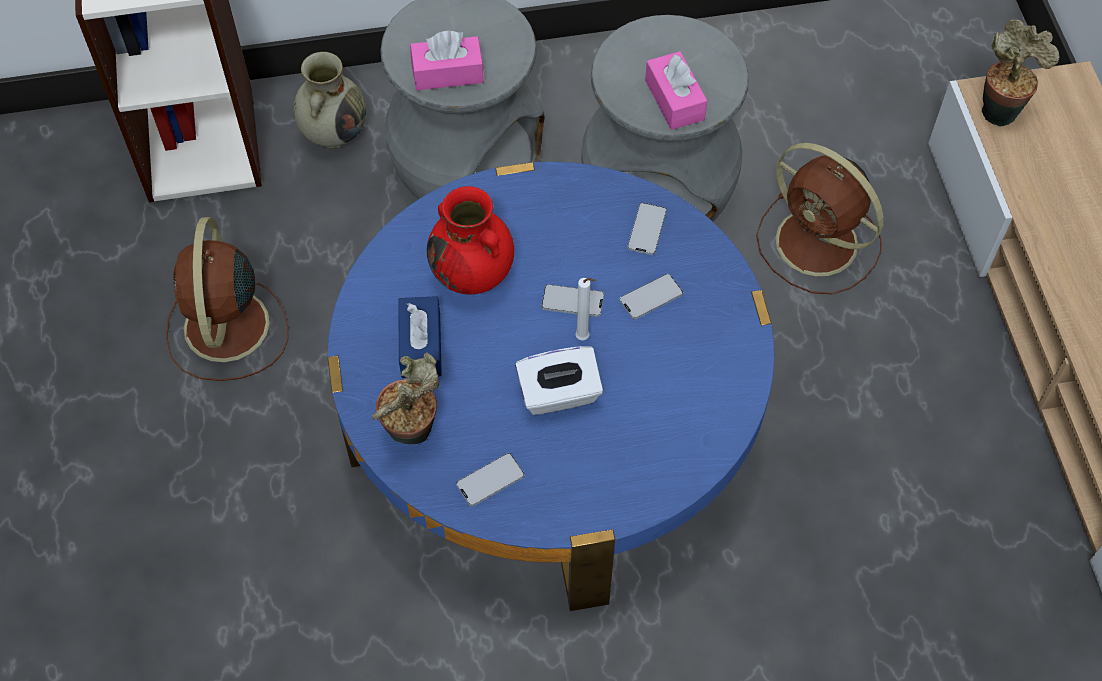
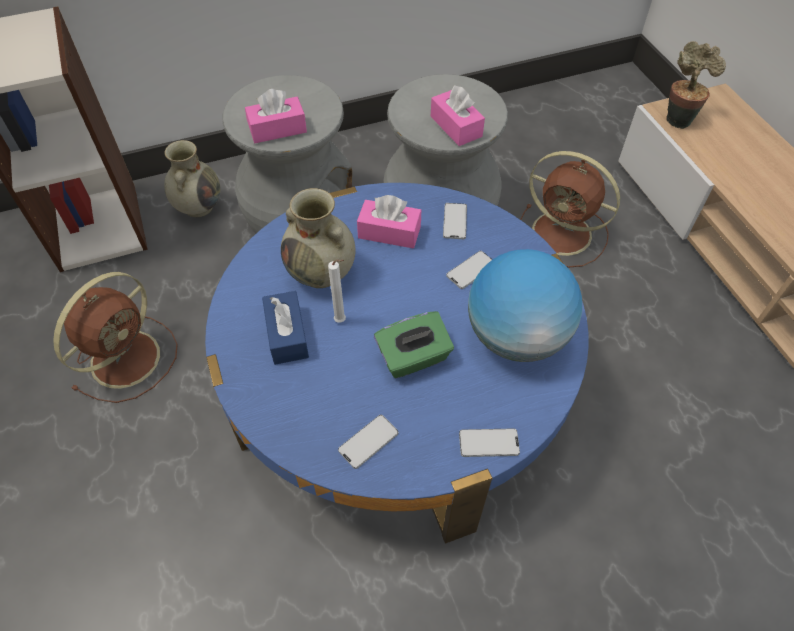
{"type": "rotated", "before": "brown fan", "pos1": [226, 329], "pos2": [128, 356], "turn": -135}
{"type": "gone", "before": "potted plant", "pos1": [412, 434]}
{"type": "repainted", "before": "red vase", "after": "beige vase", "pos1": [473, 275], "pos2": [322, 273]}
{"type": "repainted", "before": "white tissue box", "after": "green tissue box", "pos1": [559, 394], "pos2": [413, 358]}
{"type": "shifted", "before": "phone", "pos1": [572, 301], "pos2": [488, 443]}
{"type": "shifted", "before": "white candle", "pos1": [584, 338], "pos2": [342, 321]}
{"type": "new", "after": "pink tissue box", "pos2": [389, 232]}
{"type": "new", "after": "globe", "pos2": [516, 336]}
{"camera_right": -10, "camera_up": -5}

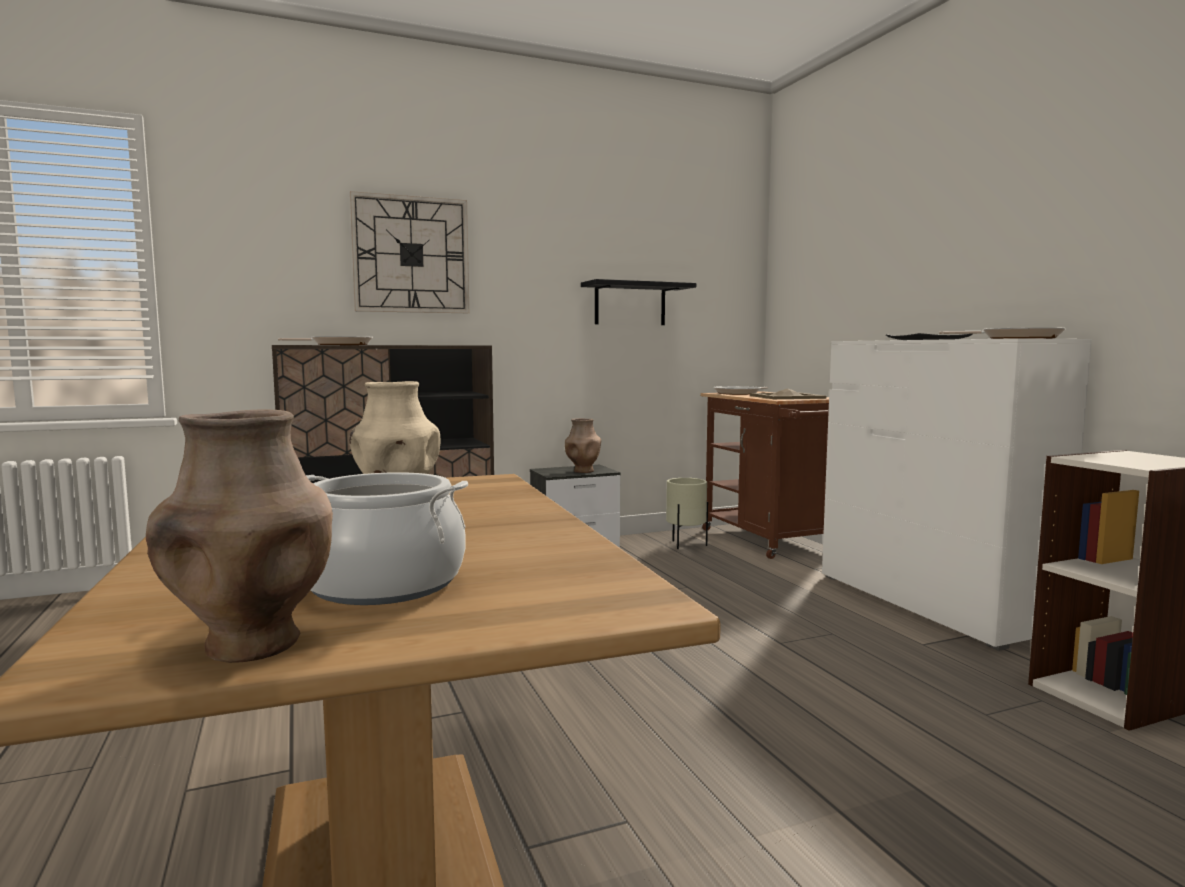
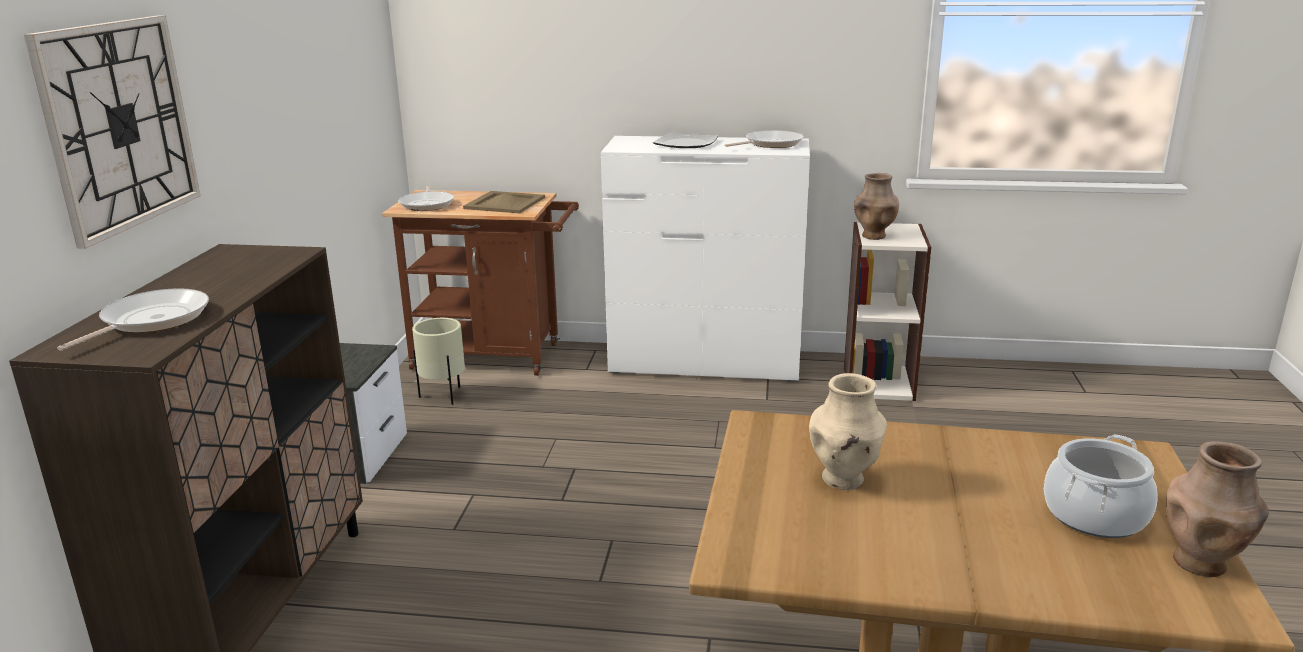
{"type": "shifted", "before": "brown vase", "pos1": [583, 471], "pos2": [873, 236]}
{"type": "gone", "before": "black shelf", "pos1": [630, 304]}
{"camera_right": -60, "camera_up": 15}

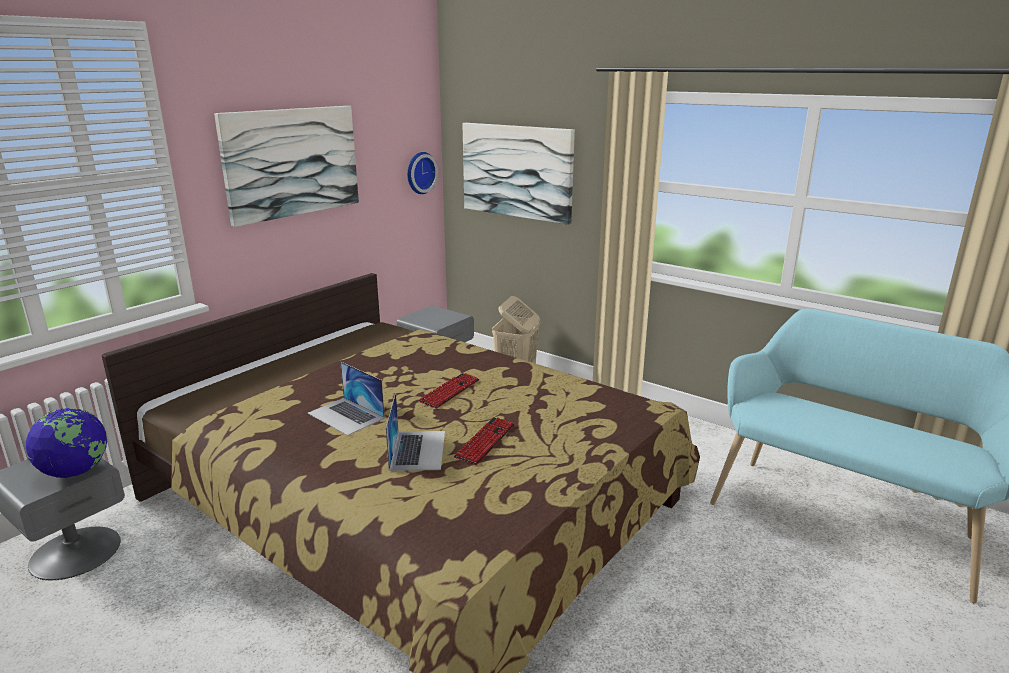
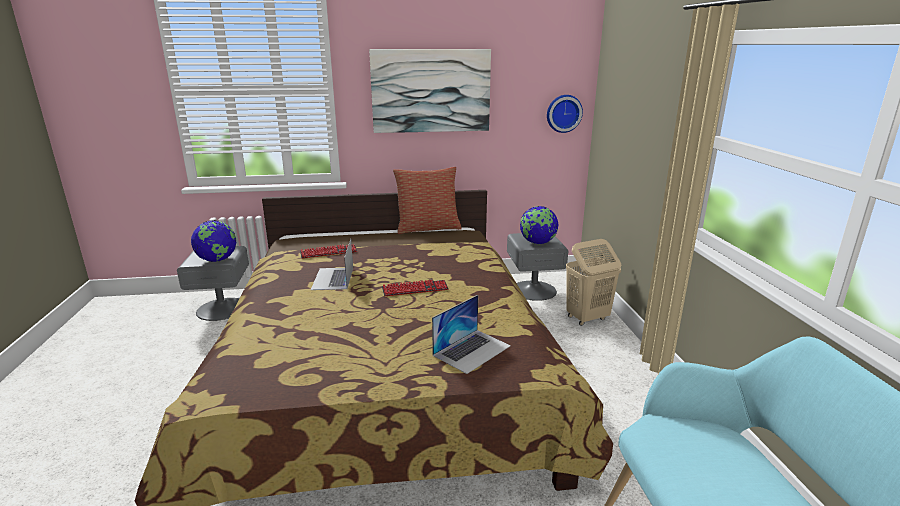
{"type": "shifted", "before": "laptop", "pos1": [417, 450], "pos2": [472, 350]}
{"type": "shifted", "before": "keyboard", "pos1": [485, 441], "pos2": [328, 252]}
{"type": "gone", "before": "picture", "pos1": [517, 171]}
{"type": "new", "after": "pillow", "pos2": [428, 228]}
{"type": "new", "after": "globe", "pos2": [537, 243]}
{"camera_right": 45, "camera_up": 0}

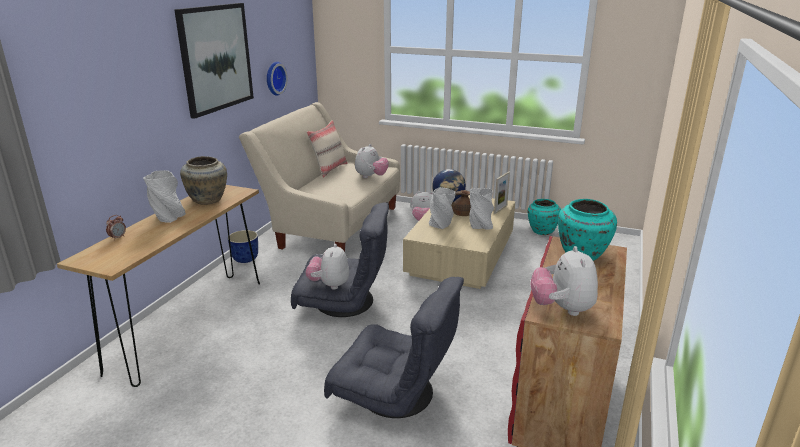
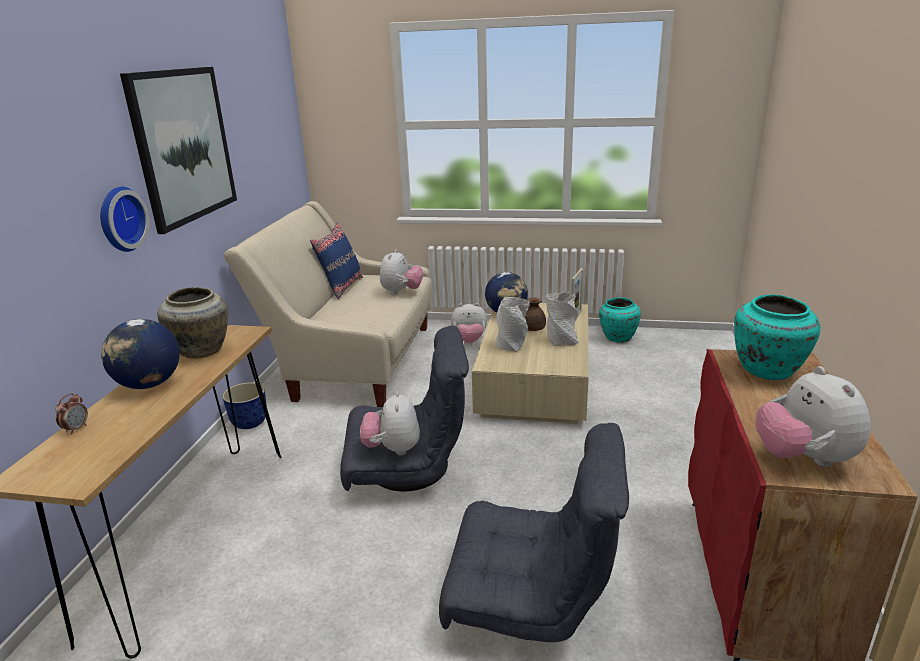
{"type": "swapped", "before": "grey vase", "after": "globe", "pos1": [168, 217], "pos2": [149, 384]}
{"type": "shifted", "before": "wall clock", "pos1": [274, 78], "pos2": [119, 219]}
{"type": "repainted", "before": "beige pillow", "after": "blue pillow", "pos1": [329, 169], "pos2": [341, 287]}
{"camera_right": -10, "camera_up": 0}

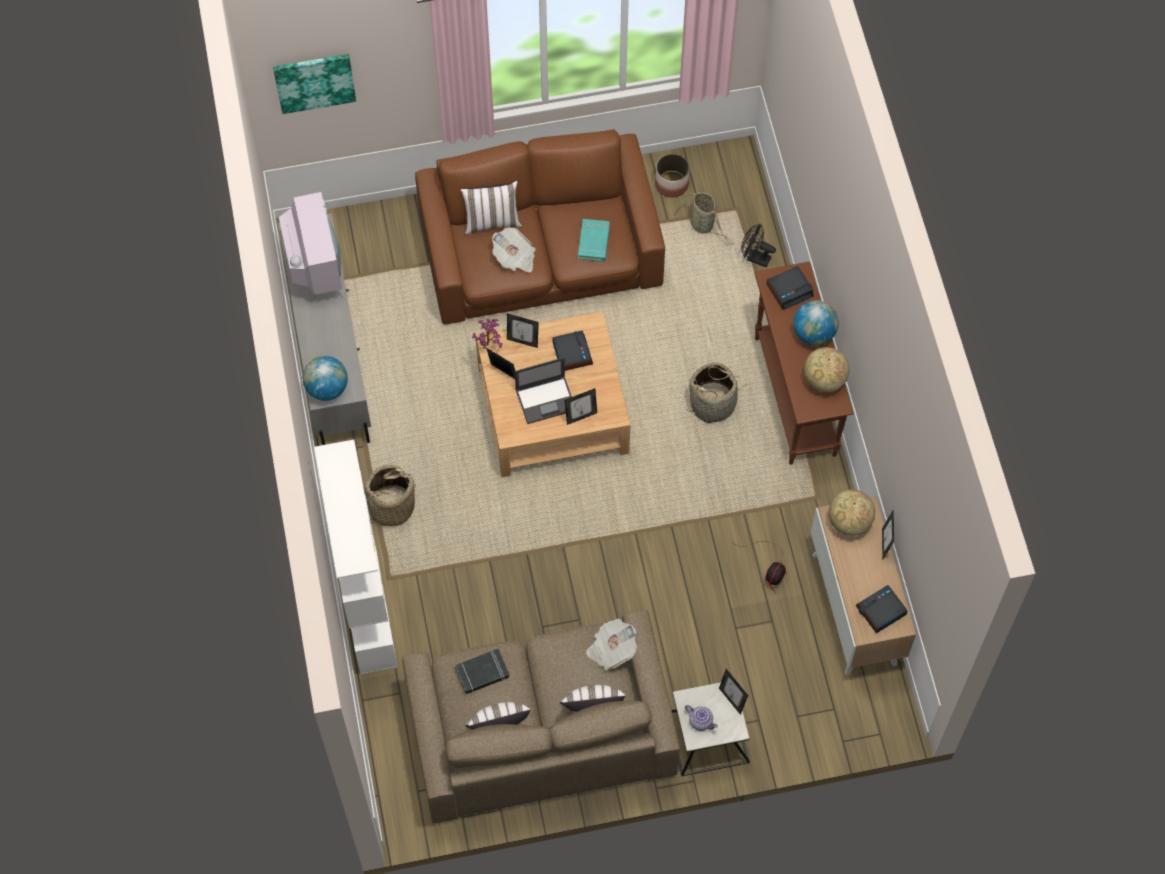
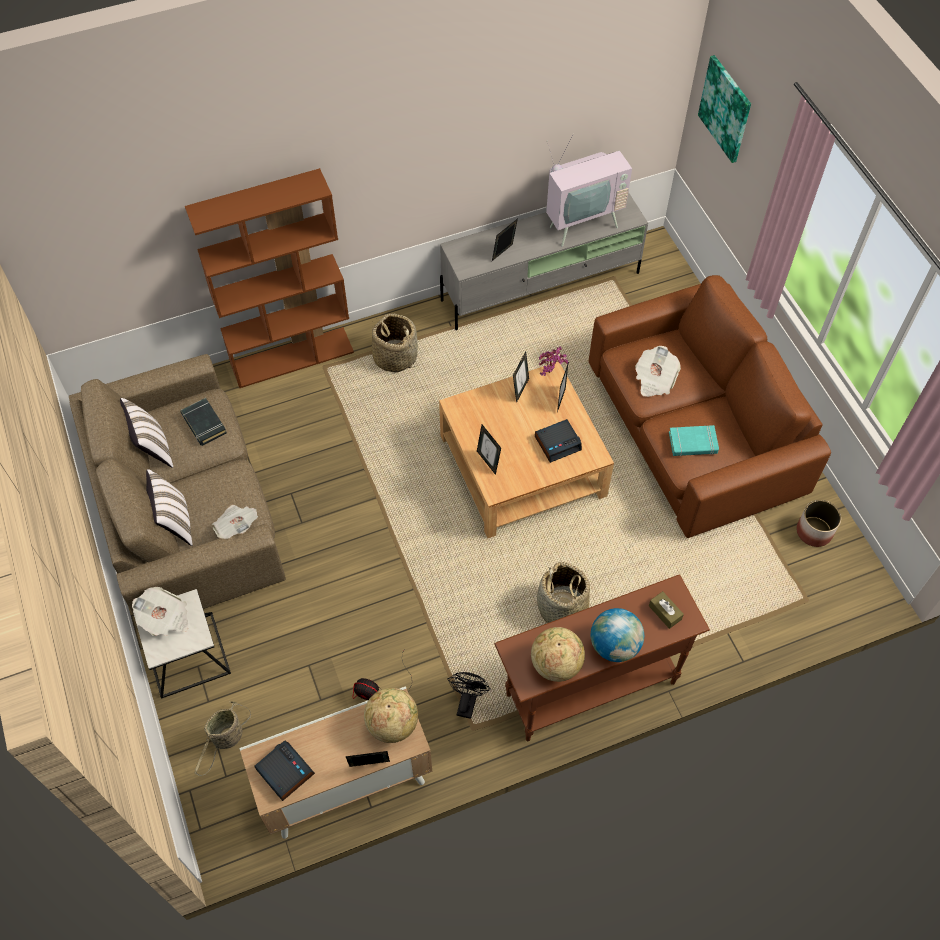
{"type": "gone", "before": "globe", "pos1": [327, 388]}
{"type": "repainted", "before": "white bookcase", "after": "brown bookcase", "pos1": [367, 609], "pos2": [292, 357]}
{"type": "gone", "before": "white pillow", "pos1": [492, 221]}
{"type": "gone", "before": "laptop", "pos1": [546, 399]}
{"type": "shifted", "before": "basket", "pos1": [703, 225], "pos2": [227, 739]}
{"type": "swapped", "before": "teapot", "after": "newspaper", "pos1": [700, 721], "pos2": [165, 619]}
{"type": "shifted", "before": "picture frame", "pos1": [731, 699], "pos2": [504, 254]}
{"type": "shifted", "before": "black fan", "pos1": [754, 258], "pos2": [467, 701]}
{"type": "swapped", "before": "alarm clock", "after": "brown tissue box", "pos1": [789, 290], "pos2": [665, 612]}
{"camera_right": 80, "camera_up": -5}

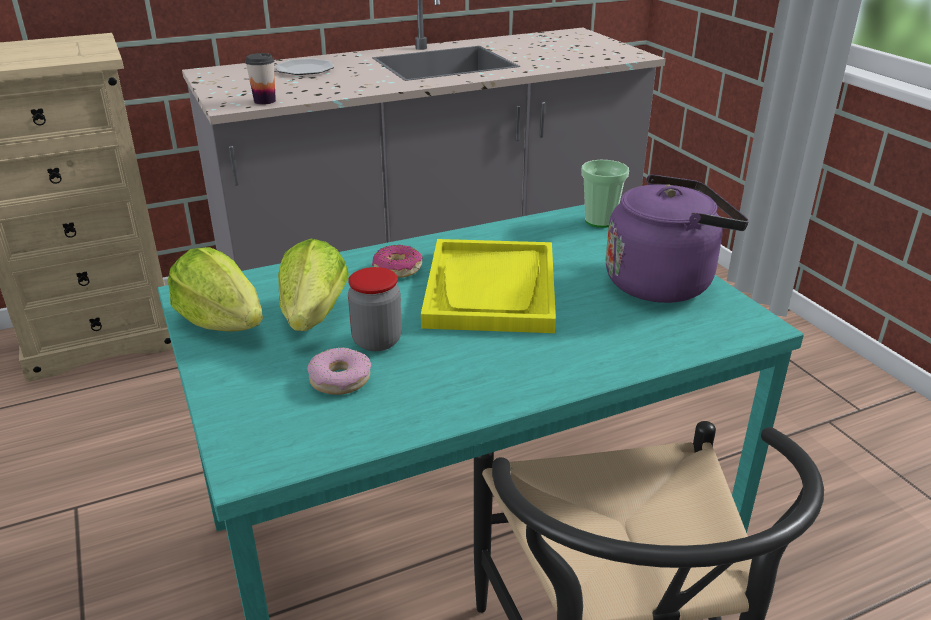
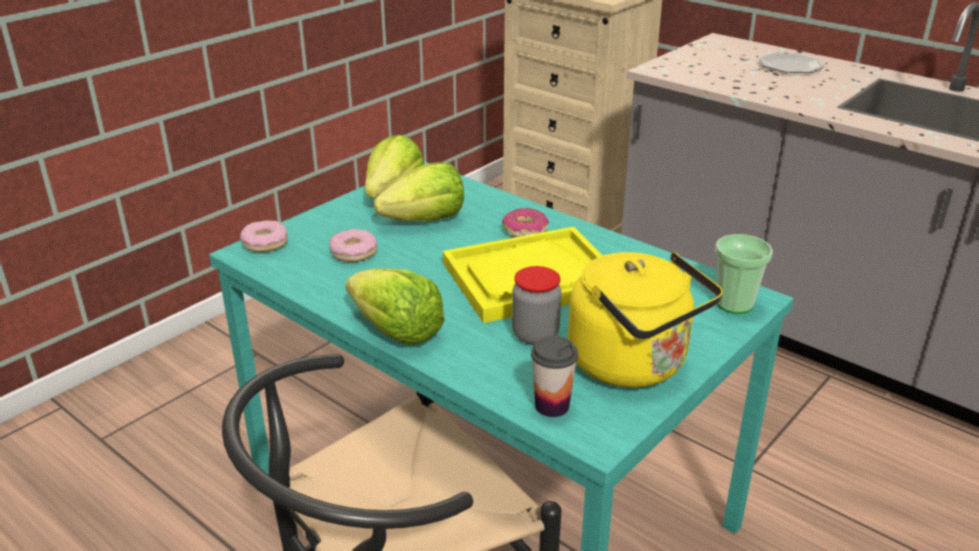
{"type": "shifted", "before": "cup", "pos1": [264, 101], "pos2": [552, 406]}
{"type": "shifted", "before": "jar", "pos1": [377, 341], "pos2": [535, 335]}
{"type": "repainted", "before": "purple kettle", "after": "yellow kettle", "pos1": [664, 282], "pos2": [634, 365]}
{"type": "new", "after": "donut", "pos2": [265, 243]}
{"type": "new", "after": "lettuce", "pos2": [396, 331]}
{"camera_right": 65, "camera_up": 0}

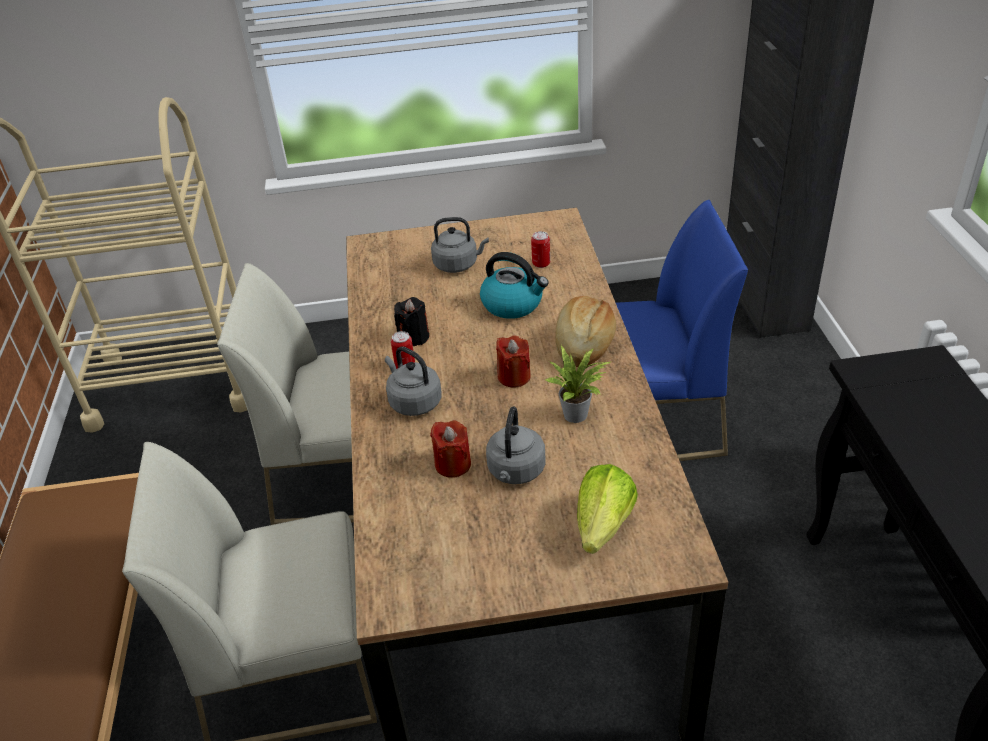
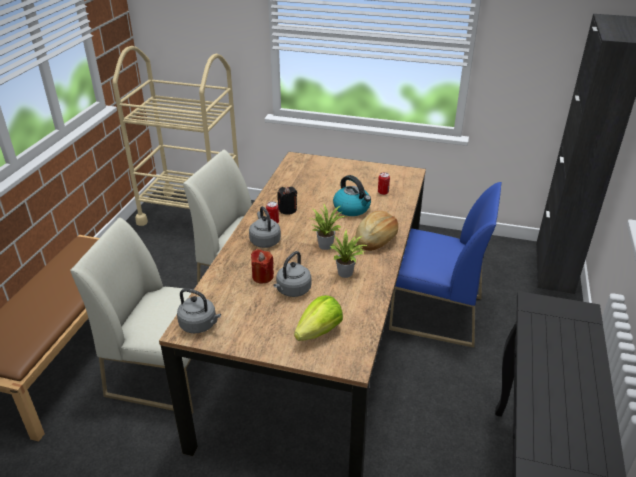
{"type": "shifted", "before": "grey kettle", "pos1": [458, 264], "pos2": [200, 325]}
{"type": "swapped", "before": "red candle", "after": "potted plant", "pos1": [514, 377], "pos2": [326, 244]}
{"camera_right": 20, "camera_up": -5}

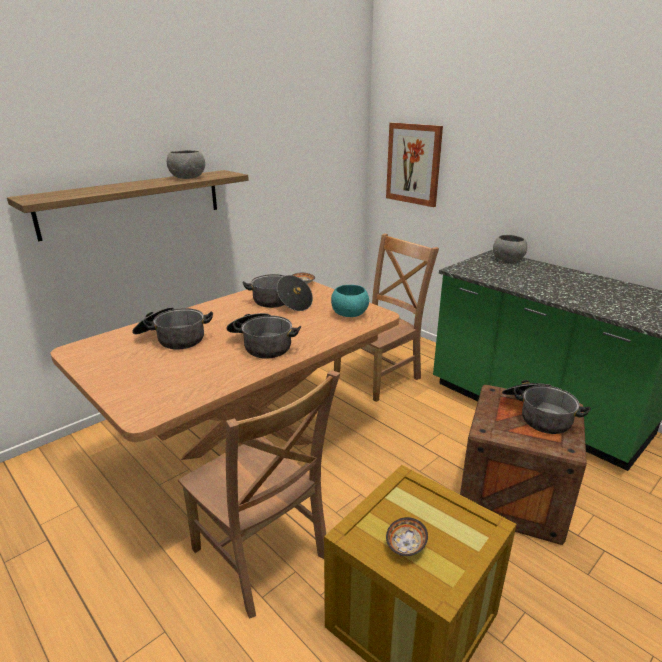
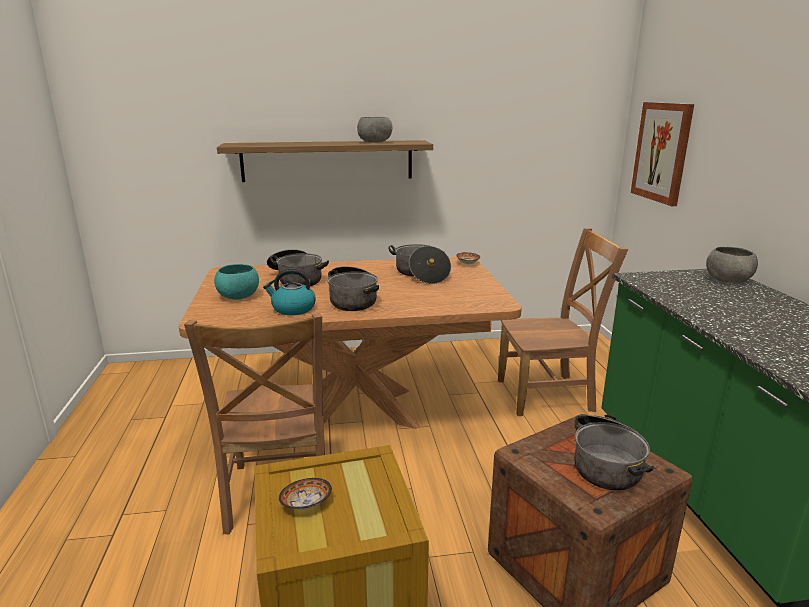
{"type": "shifted", "before": "turquoise bowl", "pos1": [349, 314], "pos2": [238, 296]}
{"type": "new", "after": "kettle", "pos2": [293, 309]}
{"camera_right": 35, "camera_up": -5}

